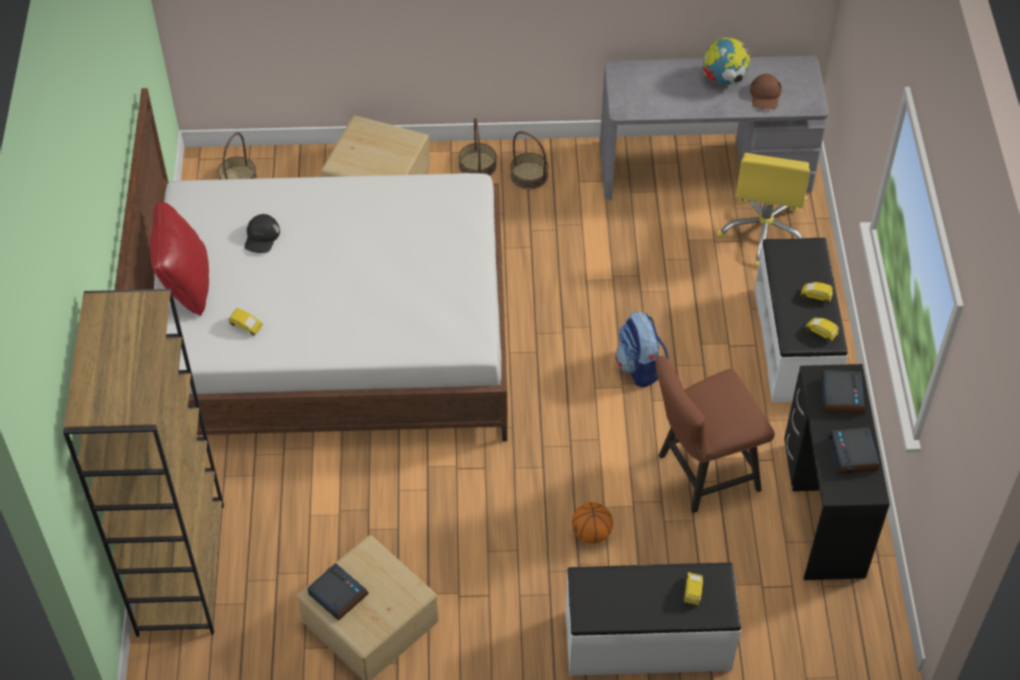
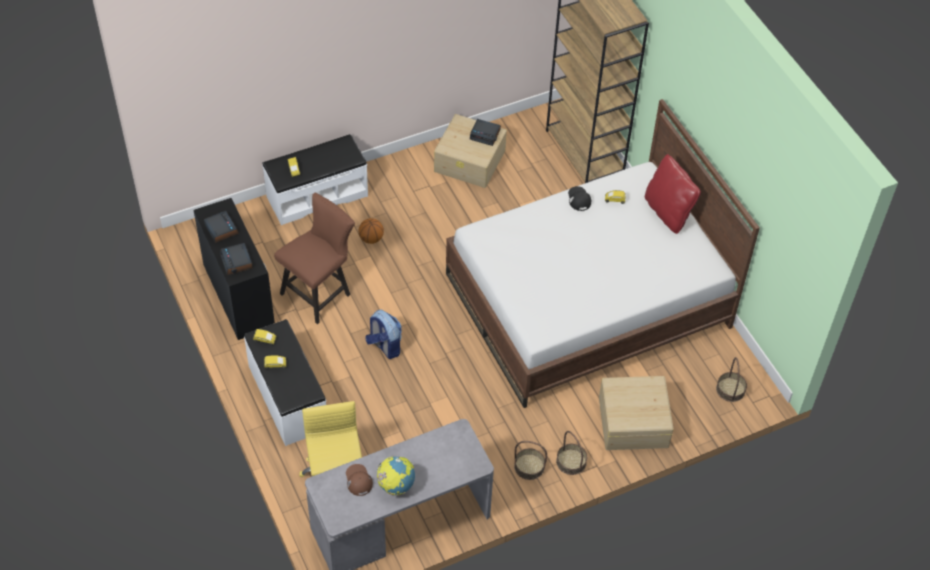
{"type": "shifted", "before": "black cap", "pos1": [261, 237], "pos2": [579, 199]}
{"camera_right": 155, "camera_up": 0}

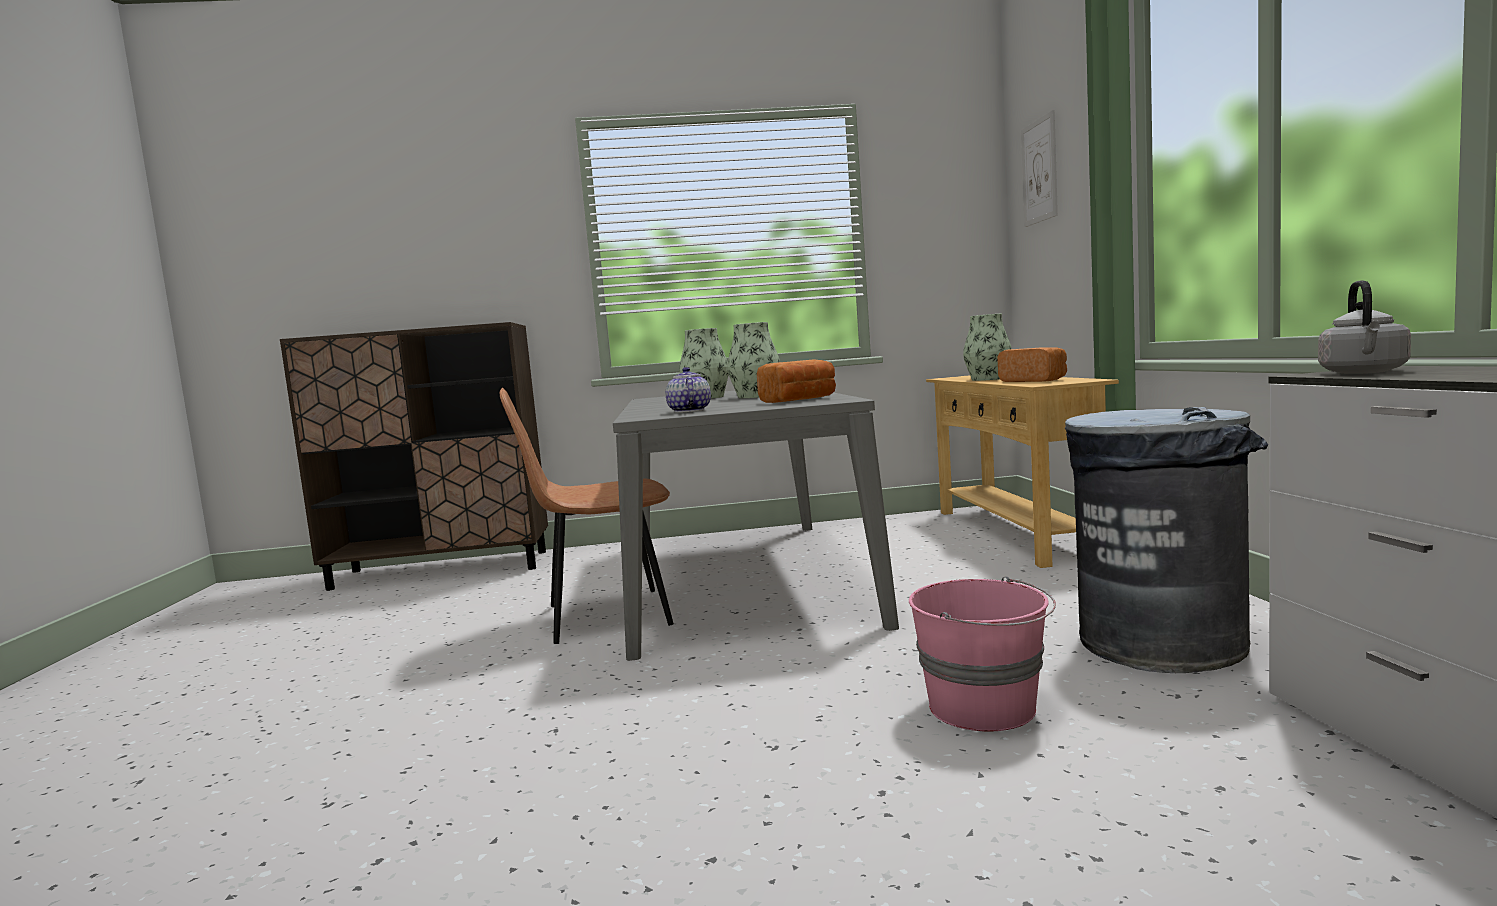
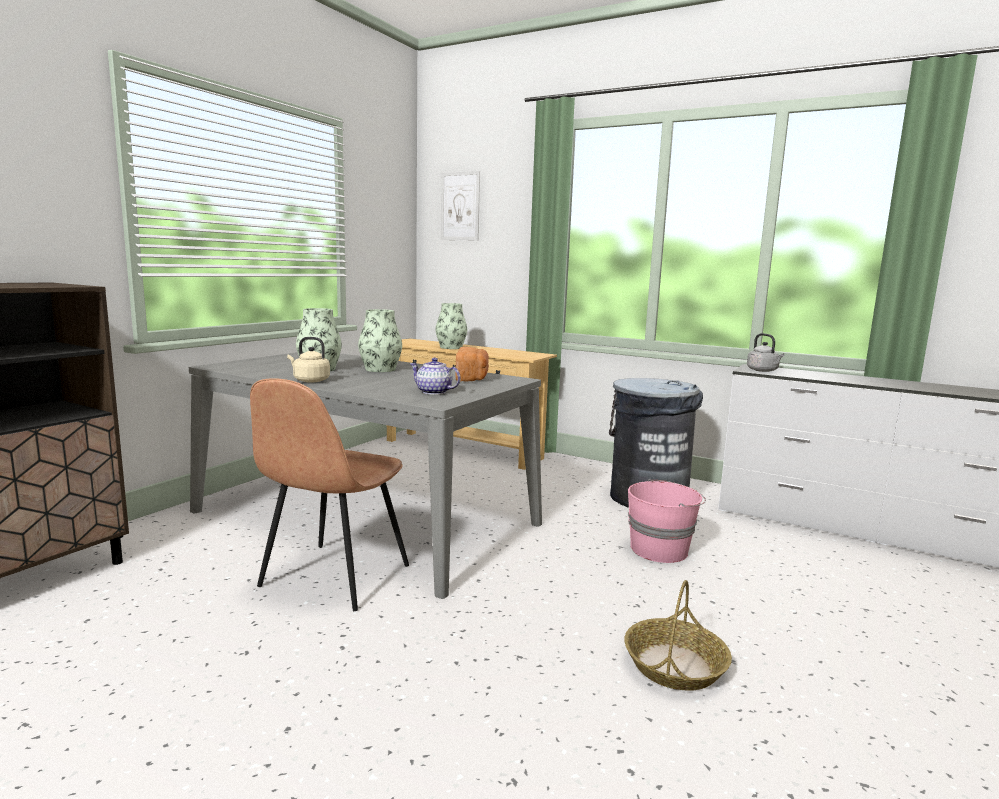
{"type": "gone", "before": "bread", "pos1": [1034, 380]}
{"type": "new", "after": "beige kettle", "pos2": [309, 380]}
{"type": "new", "after": "basket", "pos2": [675, 666]}
{"camera_right": -55, "camera_up": 5}

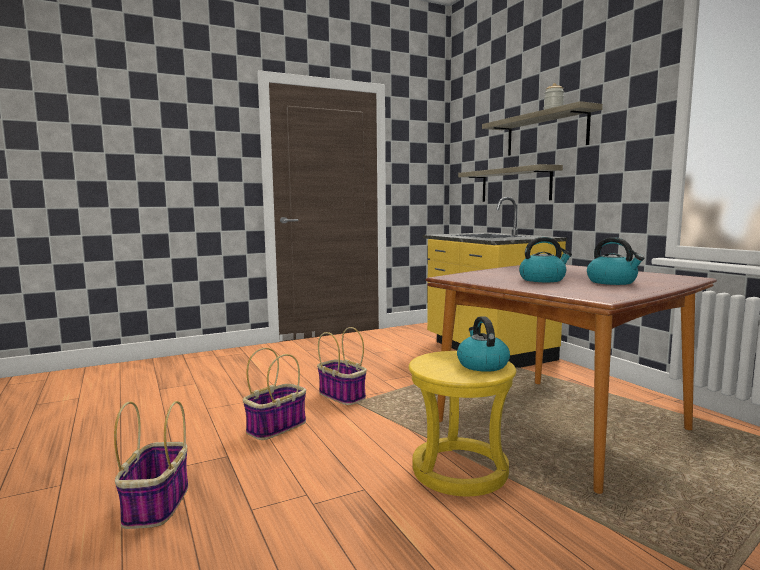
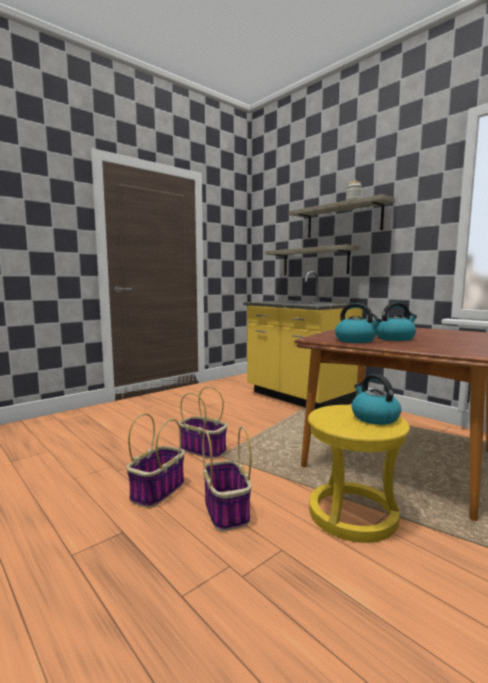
{"type": "shifted", "before": "basket", "pos1": [156, 505], "pos2": [227, 511]}
{"type": "shifted", "before": "kettle", "pos1": [612, 282], "pos2": [356, 340]}
{"camera_right": -15, "camera_up": 0}

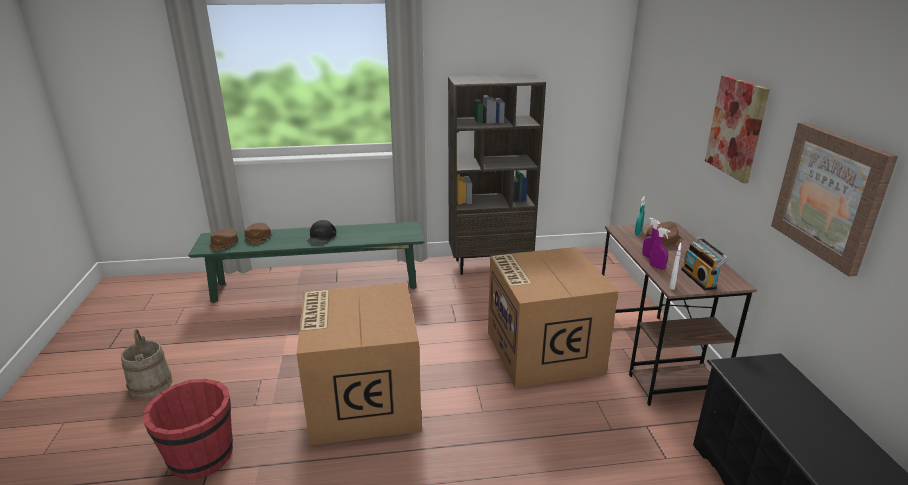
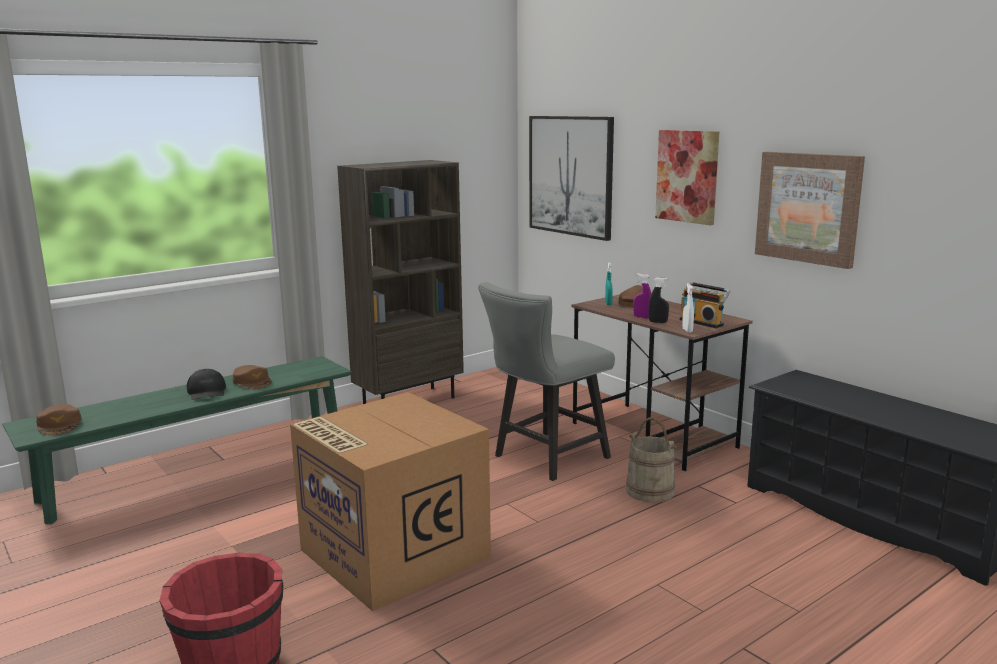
{"type": "shifted", "before": "beige bucket", "pos1": [151, 385], "pos2": [650, 491]}
{"type": "shifted", "before": "brown cap", "pos1": [258, 237], "pos2": [252, 382]}
{"type": "swapped", "before": "cardboard box", "after": "grey chair", "pos1": [542, 351], "pos2": [545, 458]}
{"type": "repainted", "before": "purple spray bottle", "after": "black spray bottle", "pos1": [657, 267], "pos2": [658, 322]}
{"type": "new", "after": "picture", "pos2": [570, 175]}
{"camera_right": -30, "camera_up": -10}

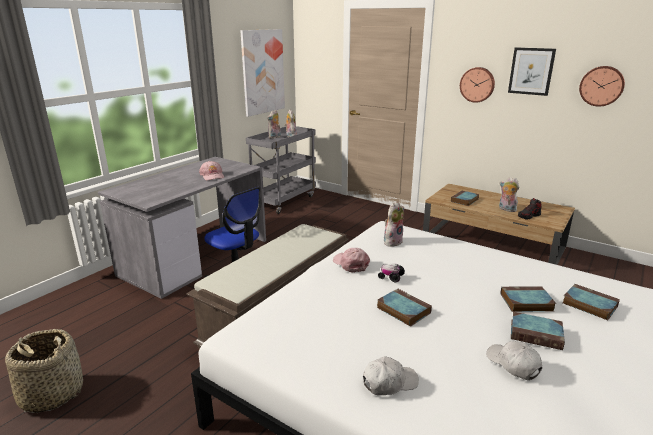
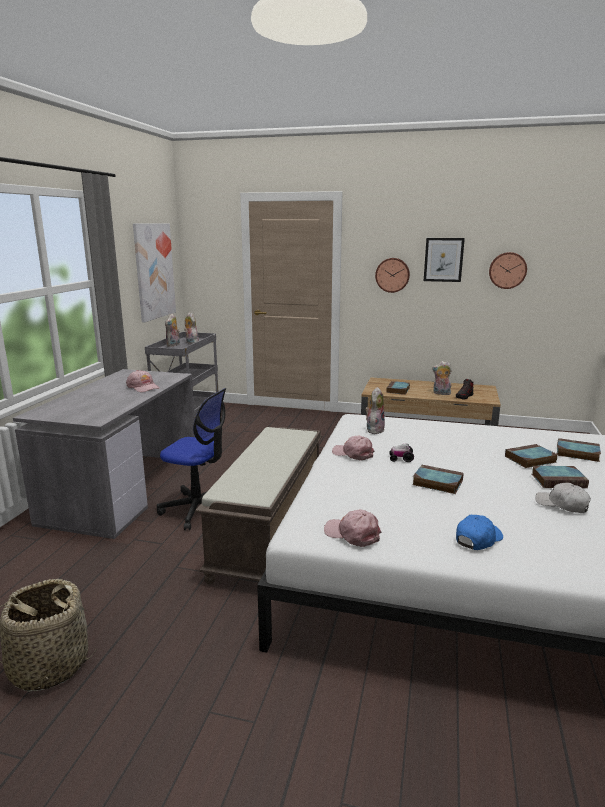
{"type": "repainted", "before": "white cap", "after": "blue cap", "pos1": [389, 382], "pos2": [478, 539]}
{"type": "new", "after": "pink cap", "pos2": [352, 534]}
{"camera_right": -20, "camera_up": -5}

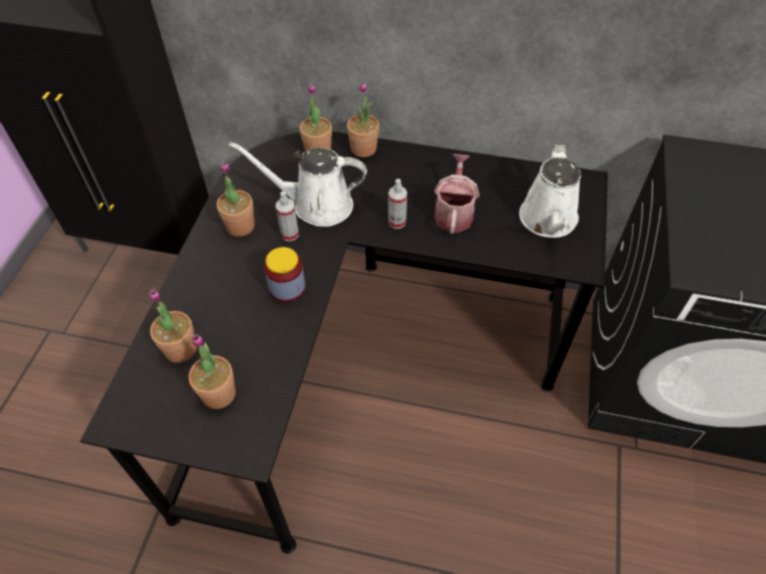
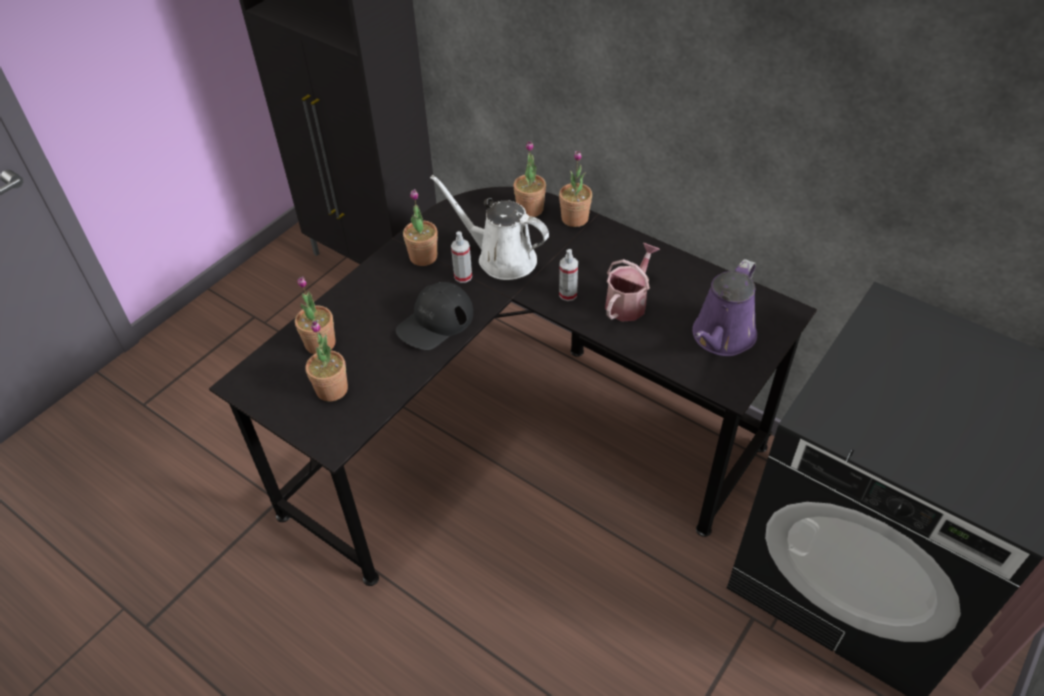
{"type": "swapped", "before": "jar", "after": "black cap", "pos1": [287, 288], "pos2": [435, 322]}
{"type": "repainted", "before": "white watering can", "after": "purple watering can", "pos1": [548, 221], "pos2": [721, 338]}
{"camera_right": 25, "camera_up": -5}

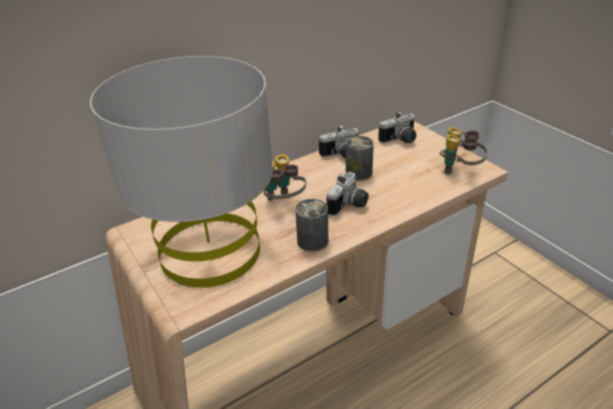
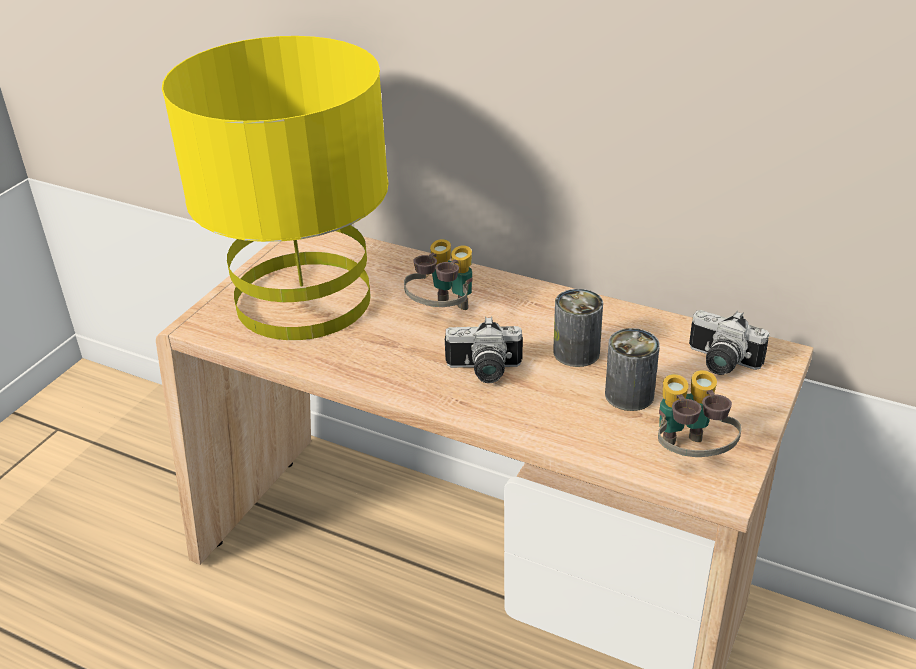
{"type": "repainted", "before": "grey table lamp", "after": "yellow table lamp", "pos1": [210, 252], "pos2": [303, 300]}
{"type": "shifted", "before": "can", "pos1": [312, 241], "pos2": [629, 395]}
{"type": "gone", "before": "photo camera", "pos1": [342, 155]}
{"camera_right": 60, "camera_up": 0}

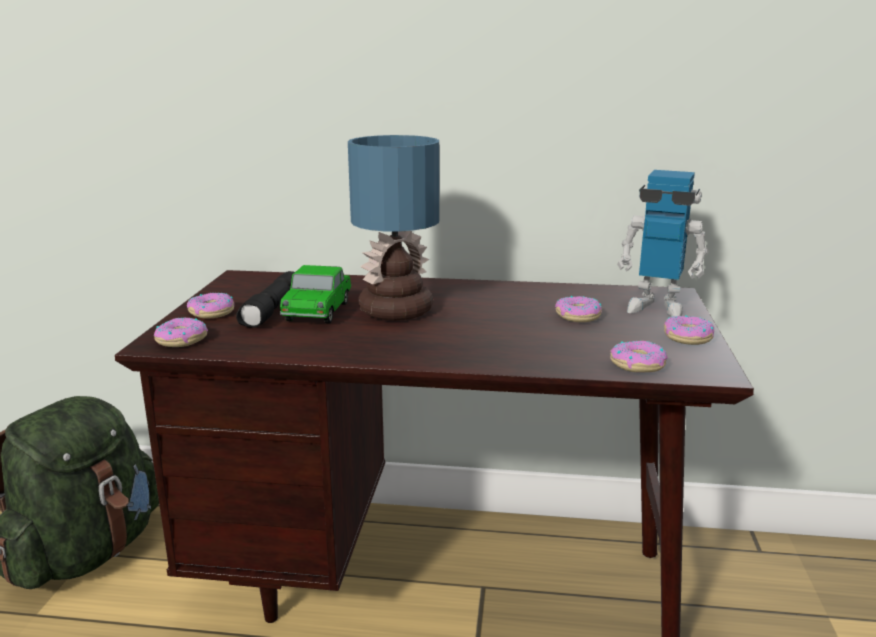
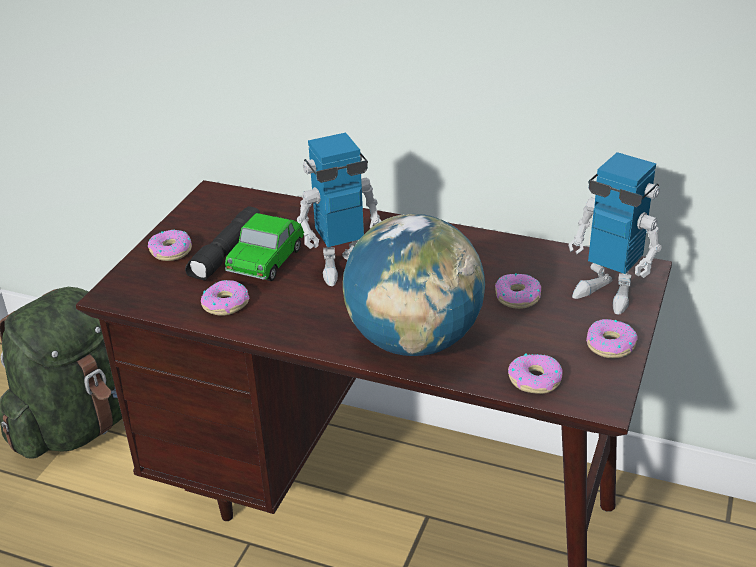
{"type": "shifted", "before": "donut", "pos1": [181, 340], "pos2": [225, 304]}
{"type": "swapped", "before": "table lamp", "after": "toy robot", "pos1": [397, 309], "pos2": [343, 266]}
{"type": "new", "after": "globe", "pos2": [414, 341]}
{"camera_right": 15, "camera_up": 15}

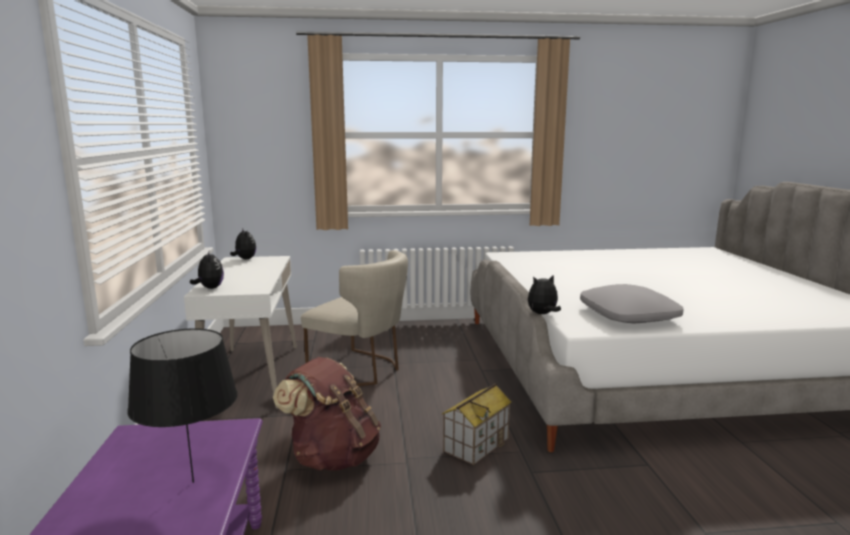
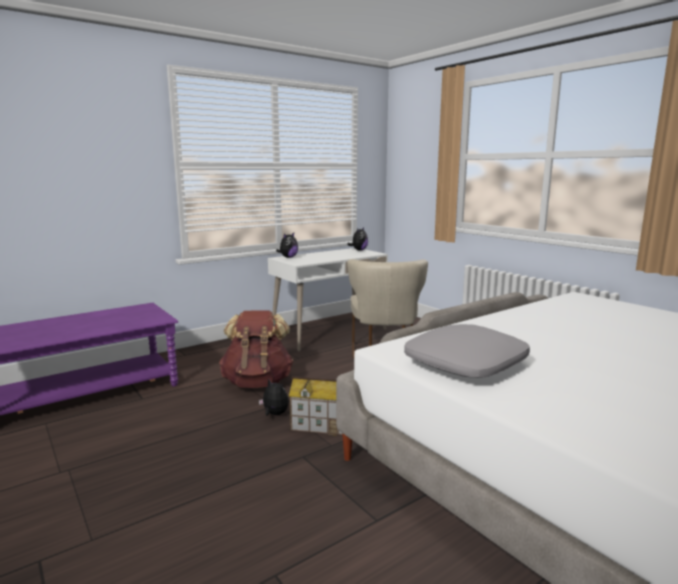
{"type": "gone", "before": "black table lamp", "pos1": [192, 482]}
{"type": "shifted", "before": "plush toy", "pos1": [543, 314], "pos2": [274, 414]}
{"camera_right": 60, "camera_up": 0}

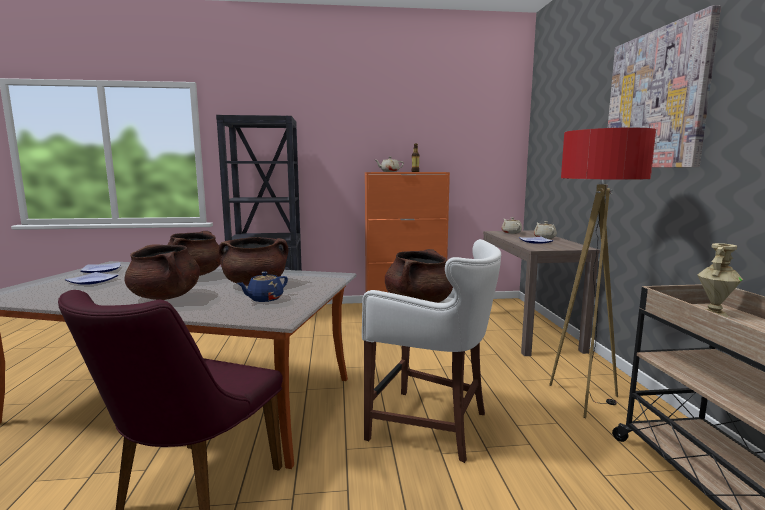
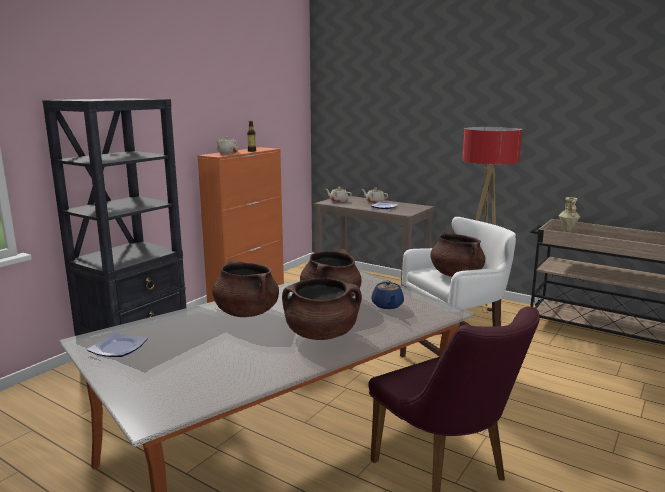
{"type": "gone", "before": "plate", "pos1": [93, 281]}
{"type": "gone", "before": "picture", "pos1": [656, 100]}
{"camera_right": -50, "camera_up": 5}

